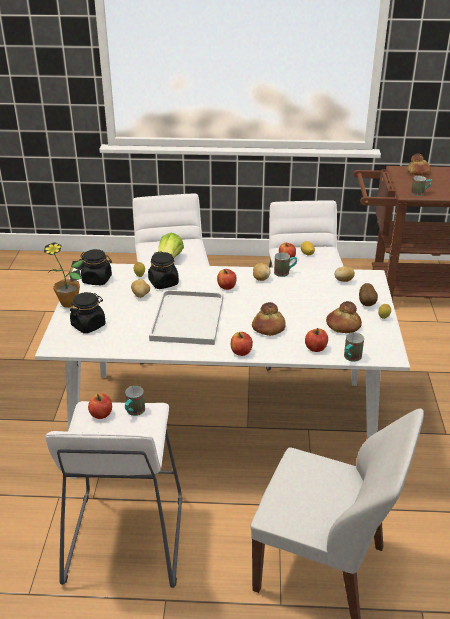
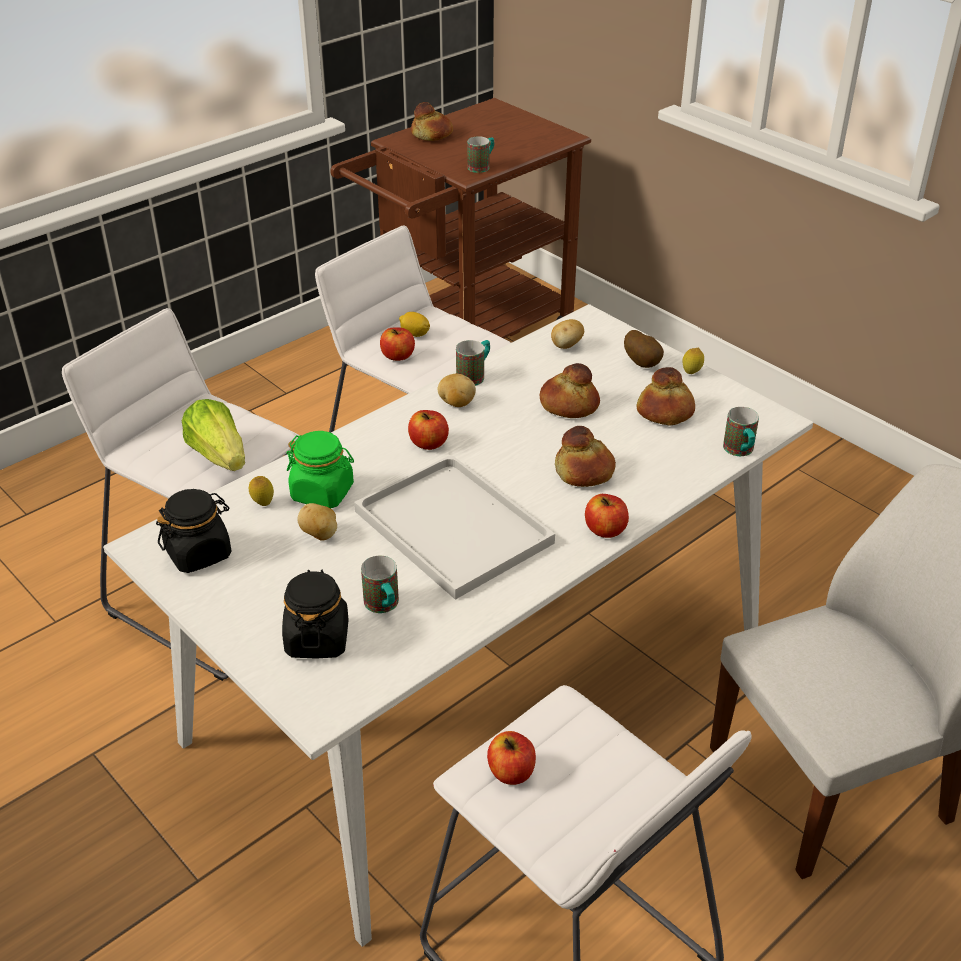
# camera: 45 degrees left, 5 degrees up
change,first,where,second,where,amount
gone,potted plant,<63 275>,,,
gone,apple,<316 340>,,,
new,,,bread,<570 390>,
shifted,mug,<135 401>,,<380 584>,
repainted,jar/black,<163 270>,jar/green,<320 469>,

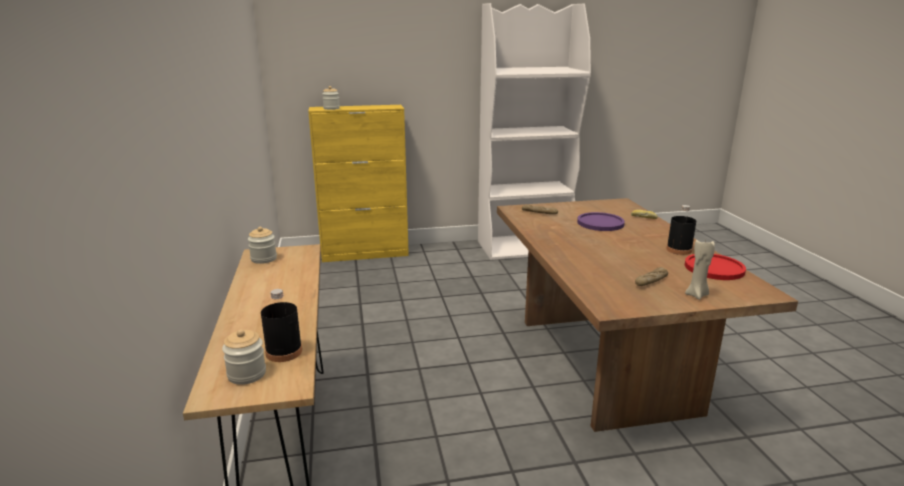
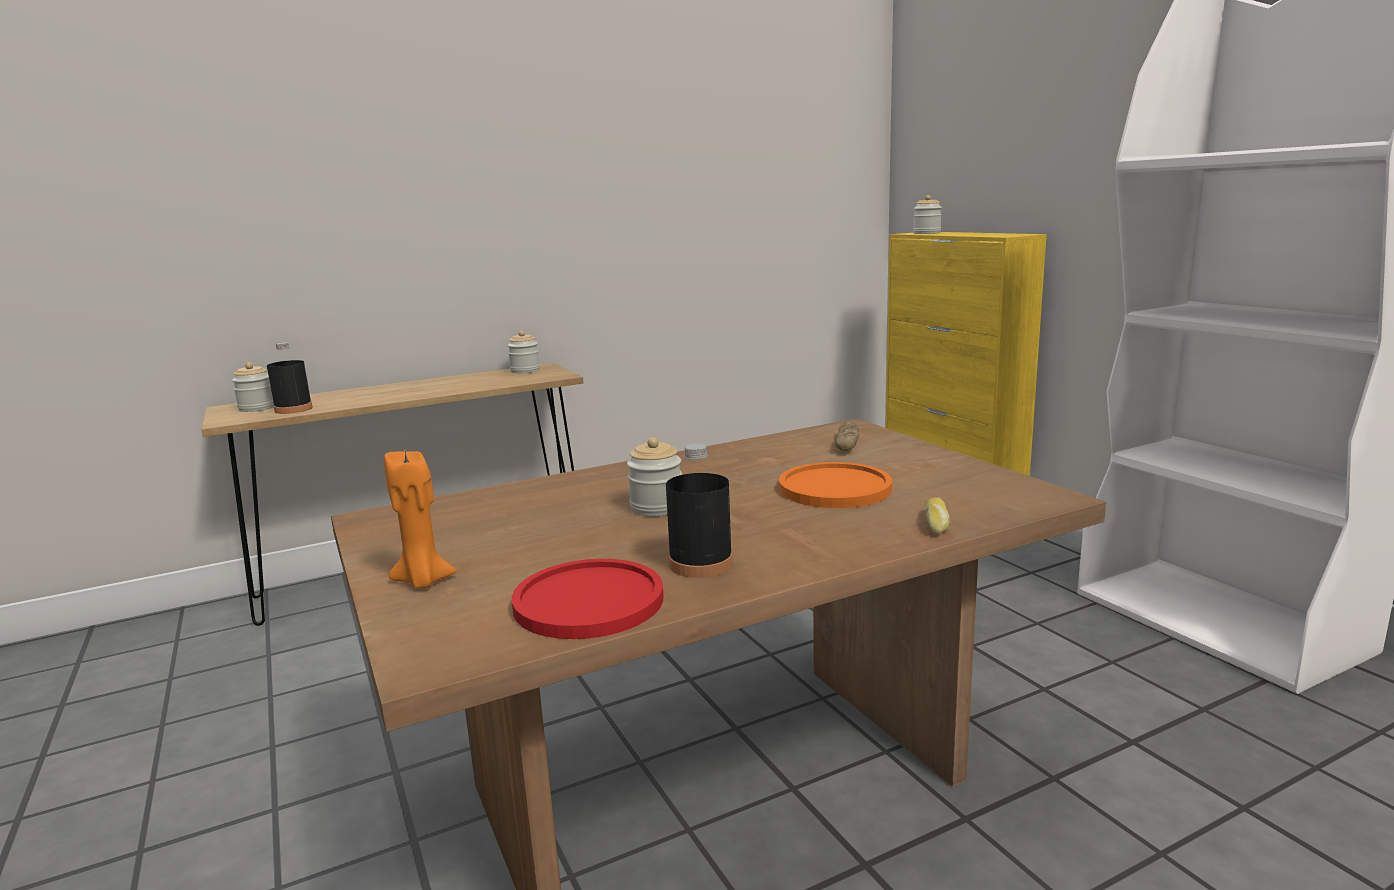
# camera: 75 degrees right, 5 degrees down
change,first,where,second,where,amount
gone,bread,<651 276>,,,
new,,,jar,<654 476>,
repainted,plate/purple,<601 221>,plate/orange,<835 485>,
repainted,candle/beige,<700 270>,candle/orange,<420 519>,

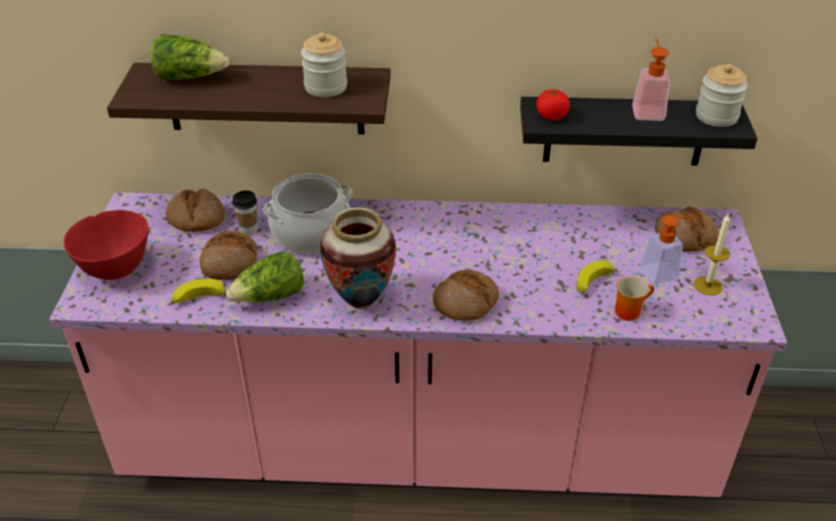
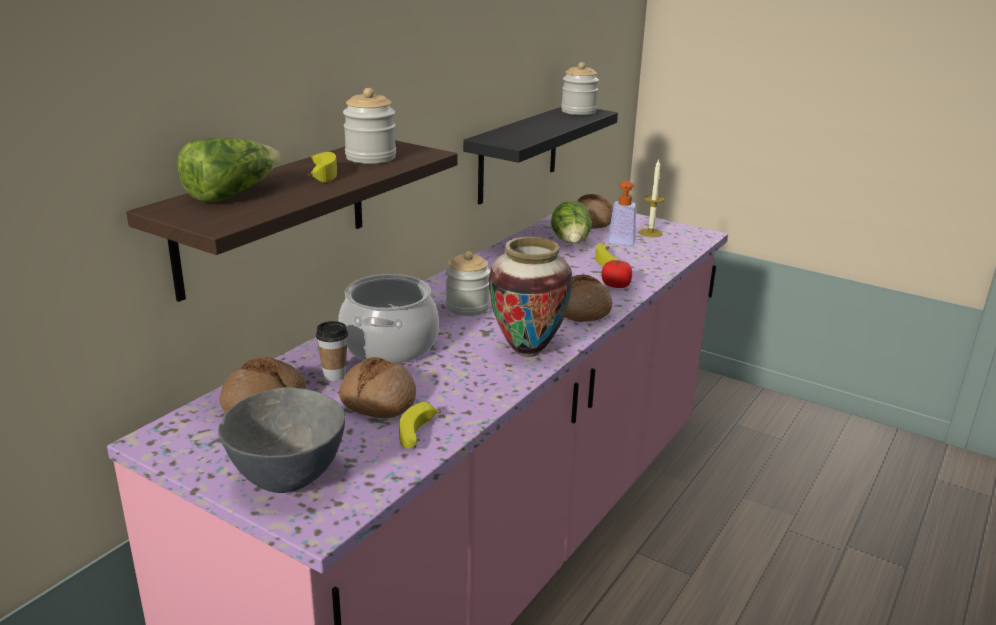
# camera: 60 degrees left, 15 degrees down
change,first,where,second,where,amount
gone,mug,<634 299>,,,
gone,soap dispenser,<651 80>,,,
new,,,banana,<322 167>,
new,,,jar,<468 283>,
shifted,lettuce,<265 277>,,<571 222>,
shifted,tomato,<553 105>,,<617 274>,
repainted,bowl/red,<106 245>,bowl/grey,<281 440>,

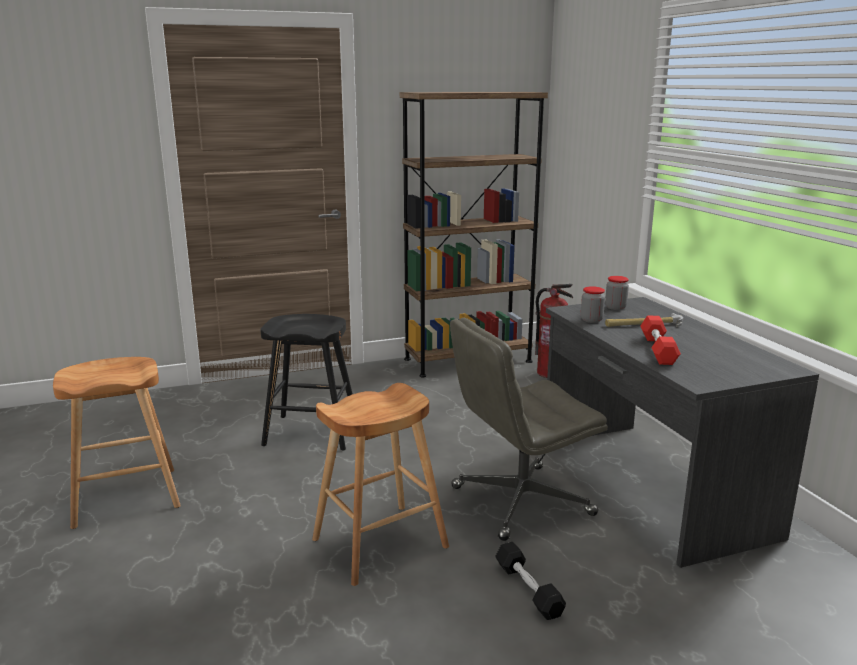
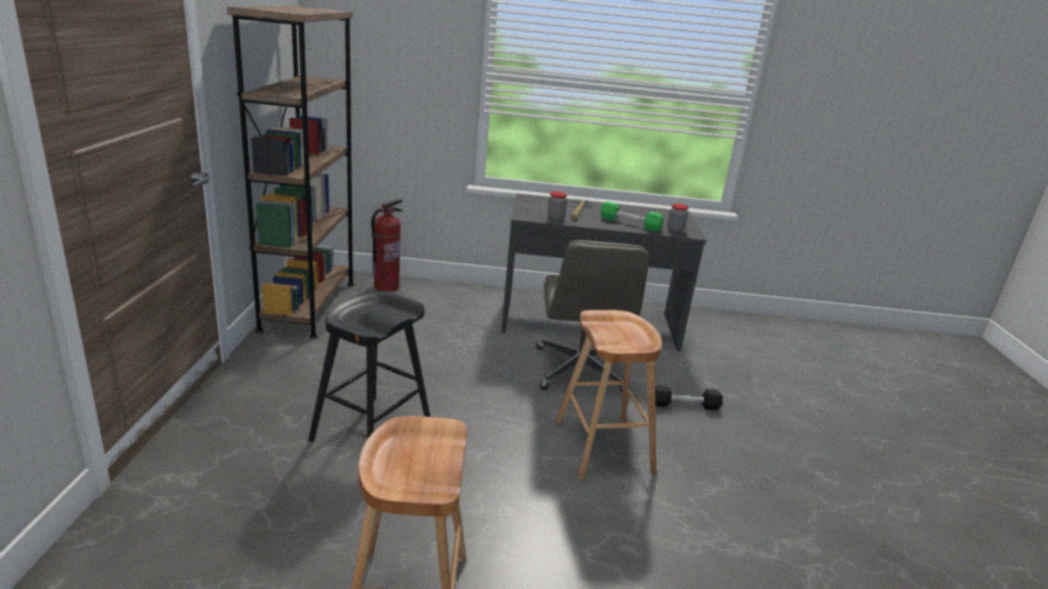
# camera: 70 degrees left, 5 degrees up
change,first,where,second,where,amount
shifted,jar,<617 293>,,<678 218>,
repainted,dumbbell/red,<660 340>,dumbbell/green,<631 216>,

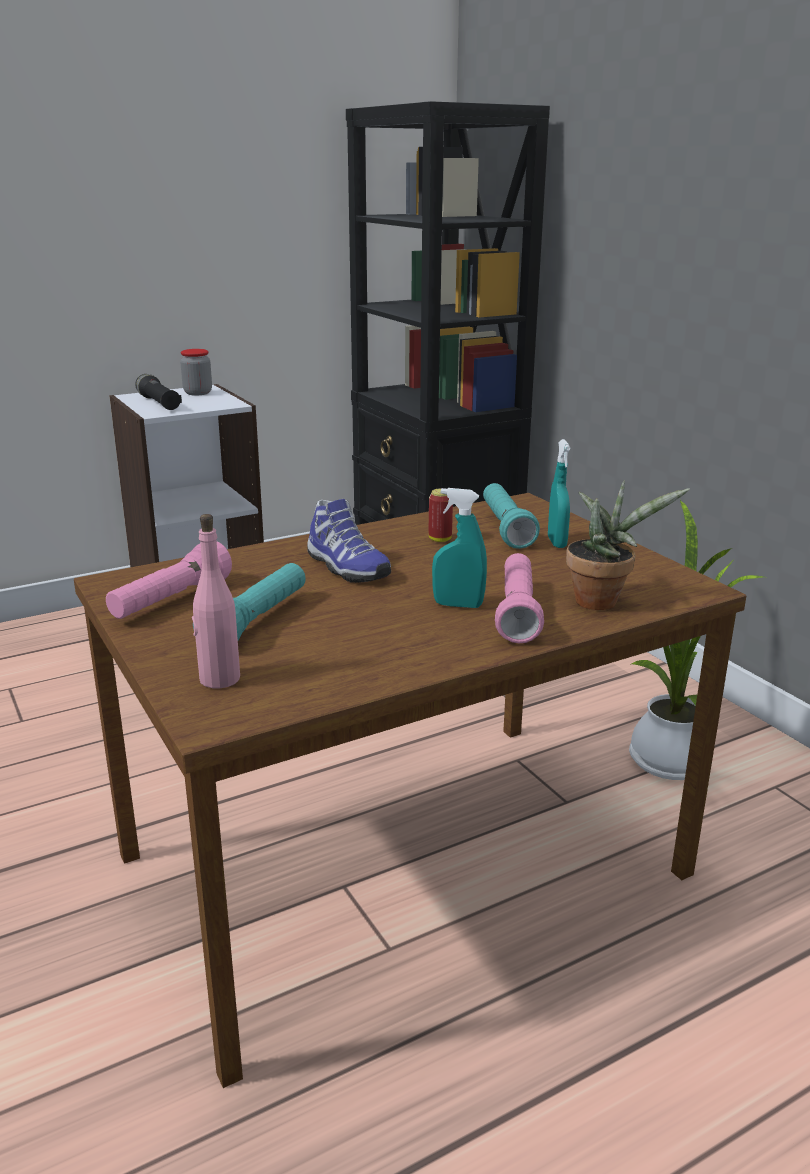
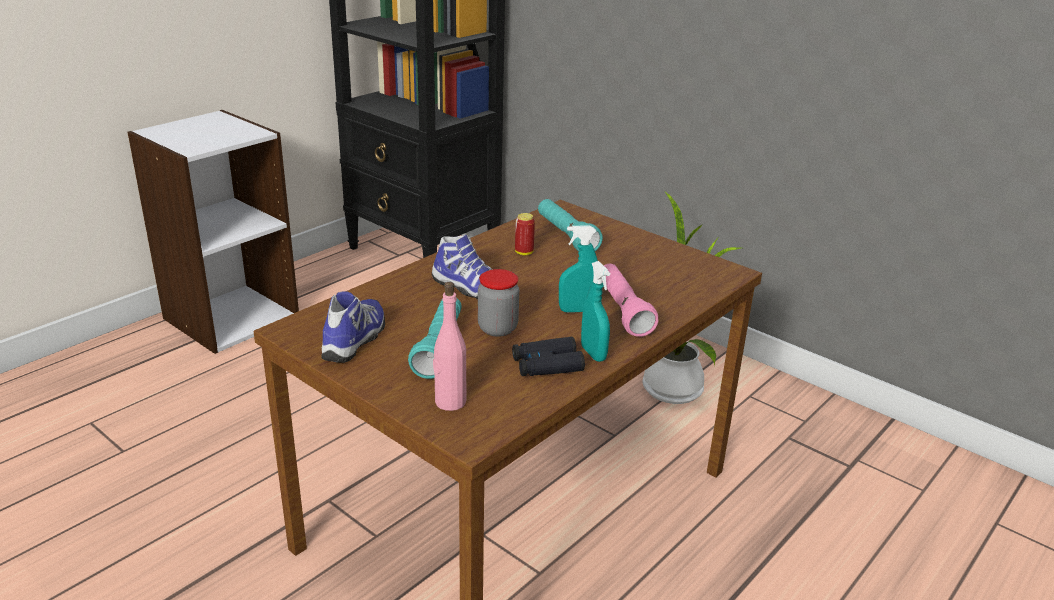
# camera: 20 degrees left, 5 degrees up
change,first,where,second,where,amount
gone,flashlight/black,<158 392>,,,
gone,potted plant,<627 545>,,,
new,,,binoculars/black,<548 356>,
shifted,jar,<196 372>,,<498 303>,
shifted,spray bottle/turquoise,<559 493>,,<595 311>,
swapped,flashlight/pink,<169 580>,shoe,<353 327>,

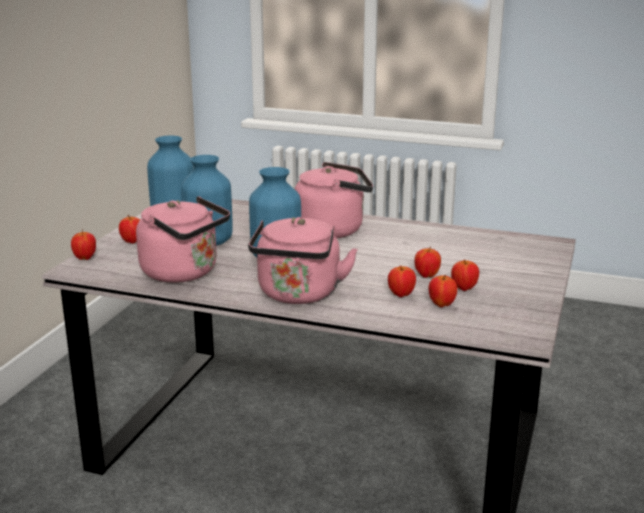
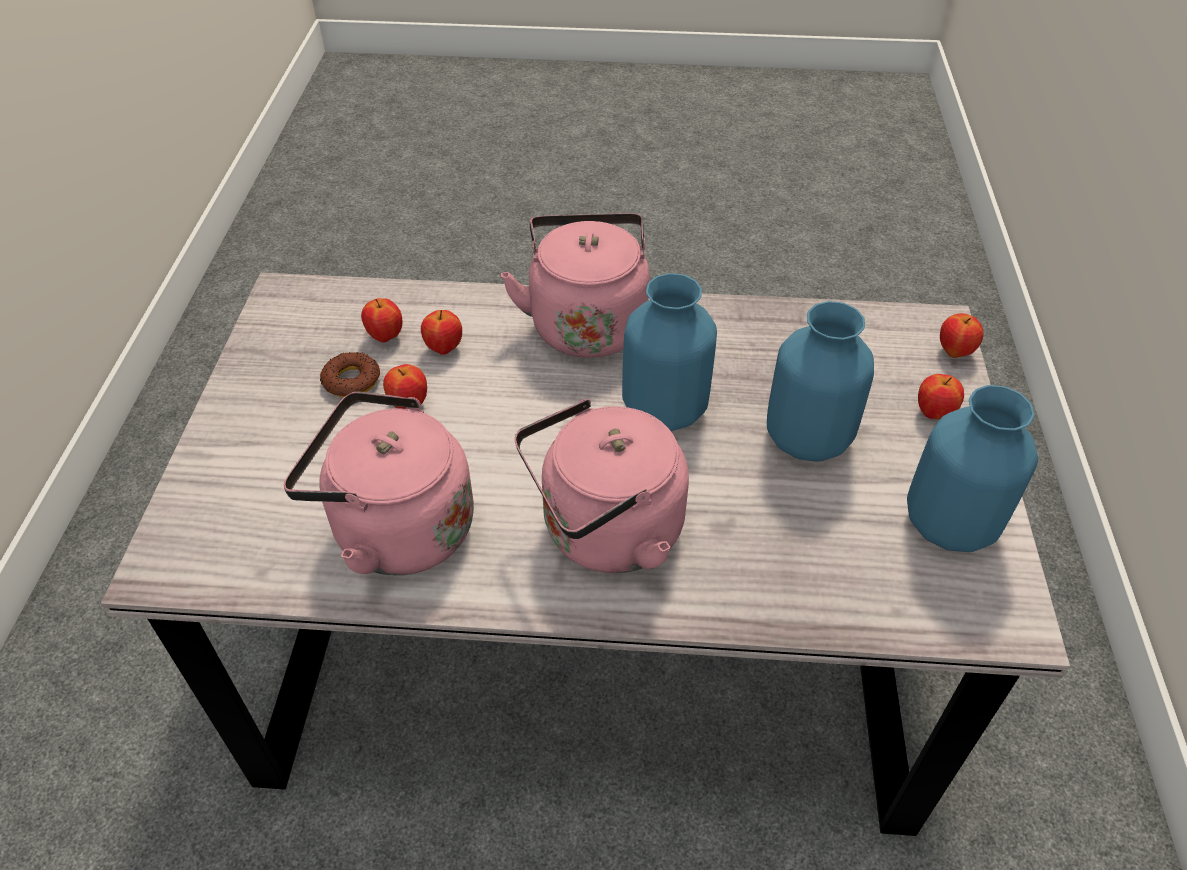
# camera: 165 degrees right, 25 degrees up
change,first,where,second,where,amount
shifted,kettle/pink,<183 239>,,<379 483>,
swapped,apple,<465 275>,donut,<350 374>,

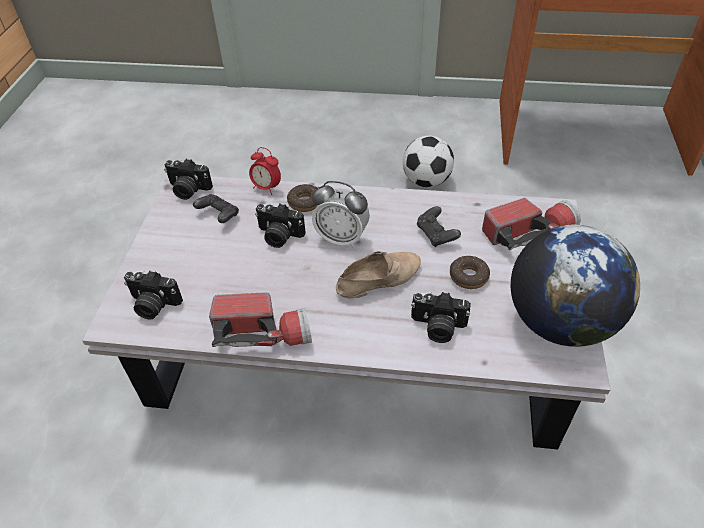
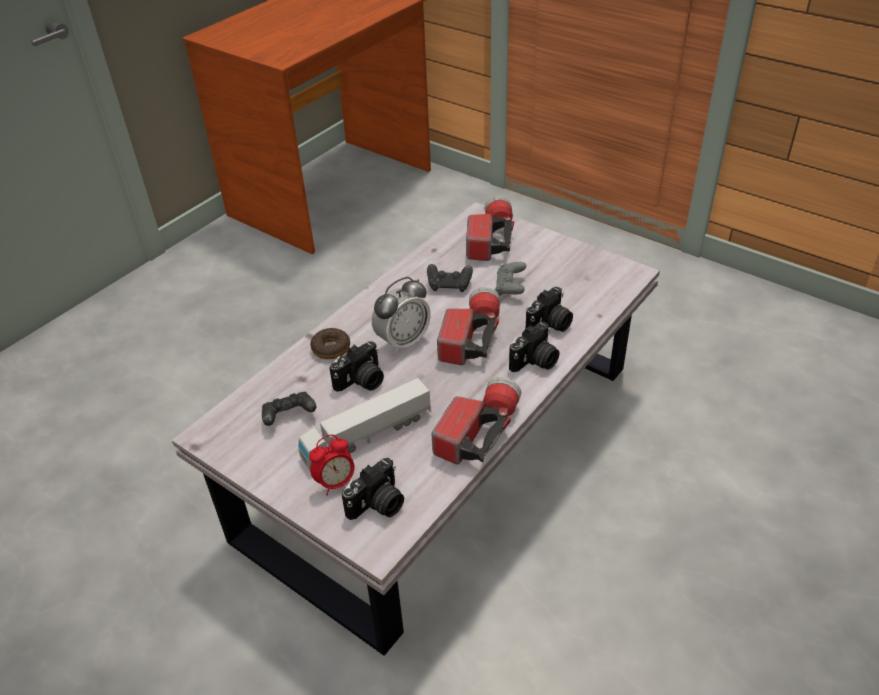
# camera: 60 degrees left, 5 degrees down
change,first,where,second,where,amount
gone,football,<428 161>,,,
gone,globe,<575 285>,,,
new,,,toy truck,<365 424>,
shifted,photo camera,<188 179>,,<534 347>,
shifted,alarm clock,<265 171>,,<332 465>,
swapped,shoe/beige,<378 275>,flashlight,<468 326>,
swapped,donut,<470 272>,game controller/grey,<510 279>,

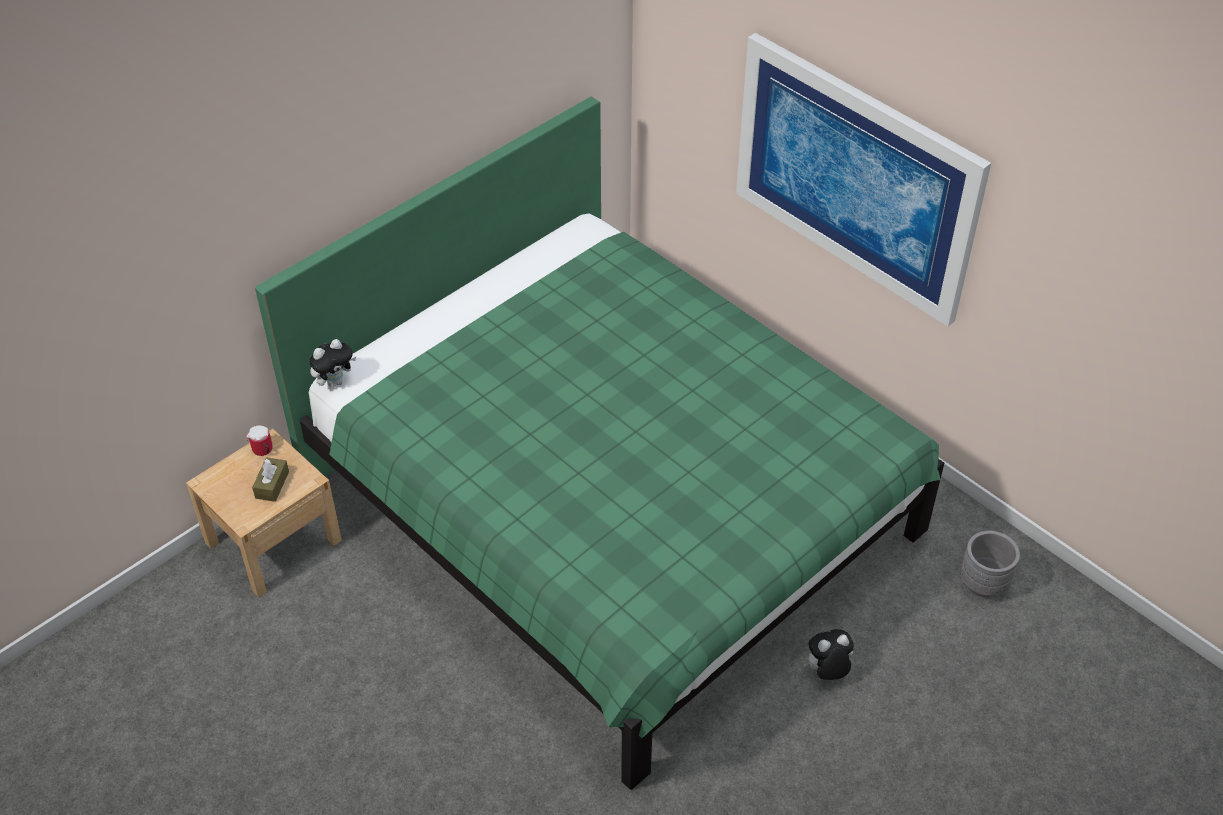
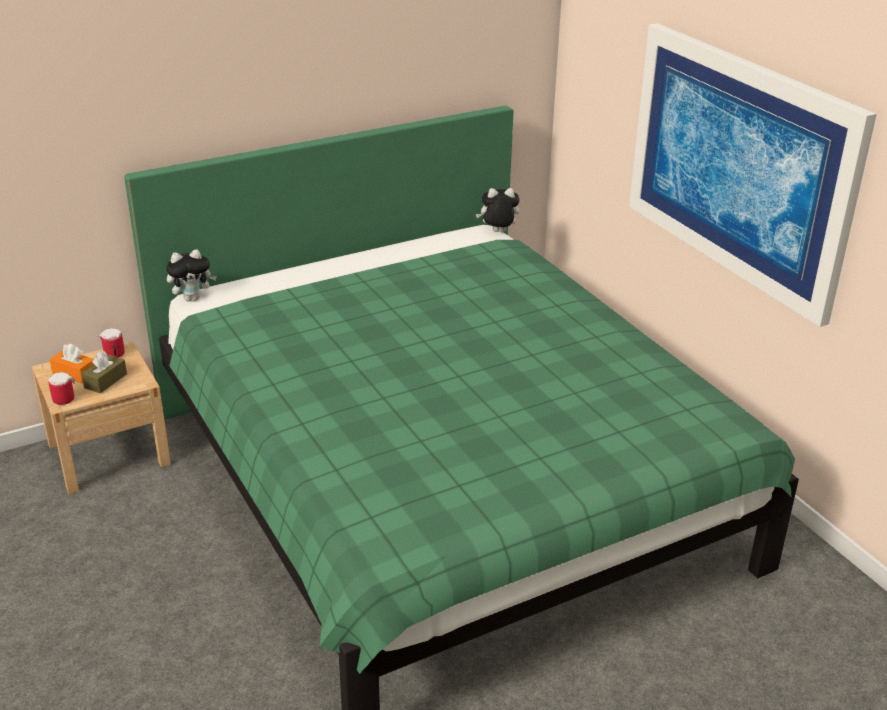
# camera: 15 degrees right, 15 degrees down
change,first,where,second,where,amount
gone,planter/grey,<990 564>,,,
new,,,mug,<61 388>,
new,,,tissue box/orange,<71 364>,
shifted,plush toy,<828 654>,,<498 210>,

